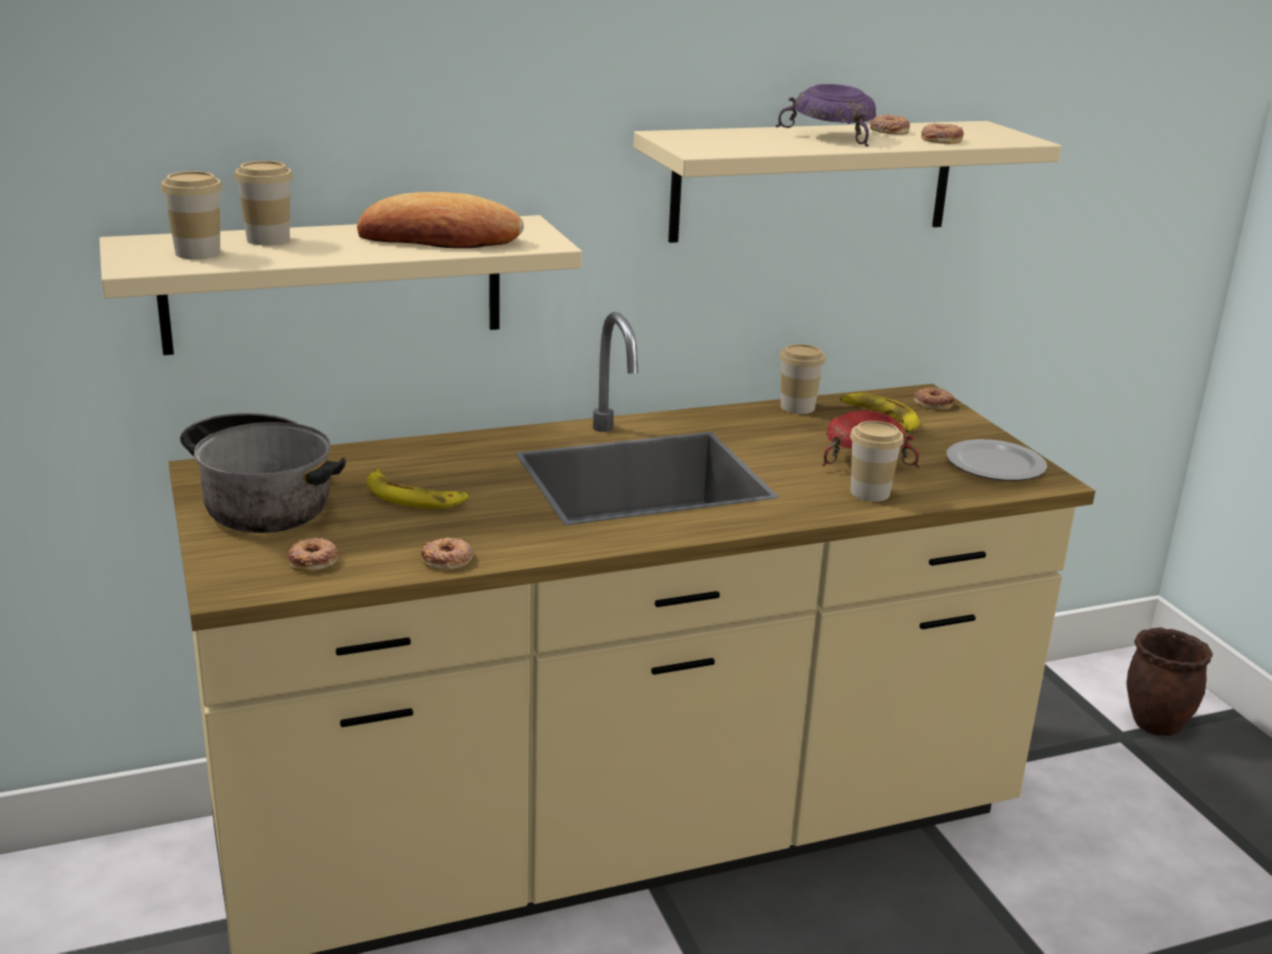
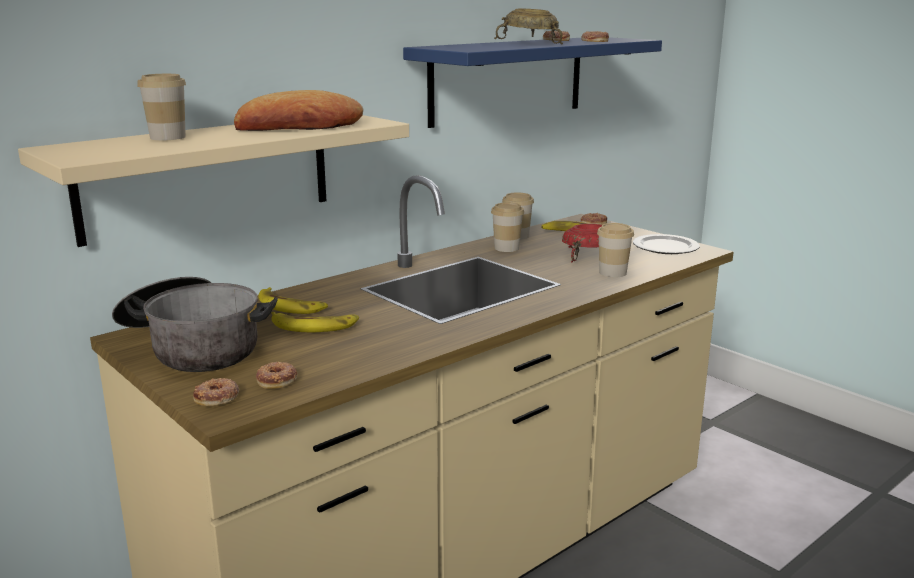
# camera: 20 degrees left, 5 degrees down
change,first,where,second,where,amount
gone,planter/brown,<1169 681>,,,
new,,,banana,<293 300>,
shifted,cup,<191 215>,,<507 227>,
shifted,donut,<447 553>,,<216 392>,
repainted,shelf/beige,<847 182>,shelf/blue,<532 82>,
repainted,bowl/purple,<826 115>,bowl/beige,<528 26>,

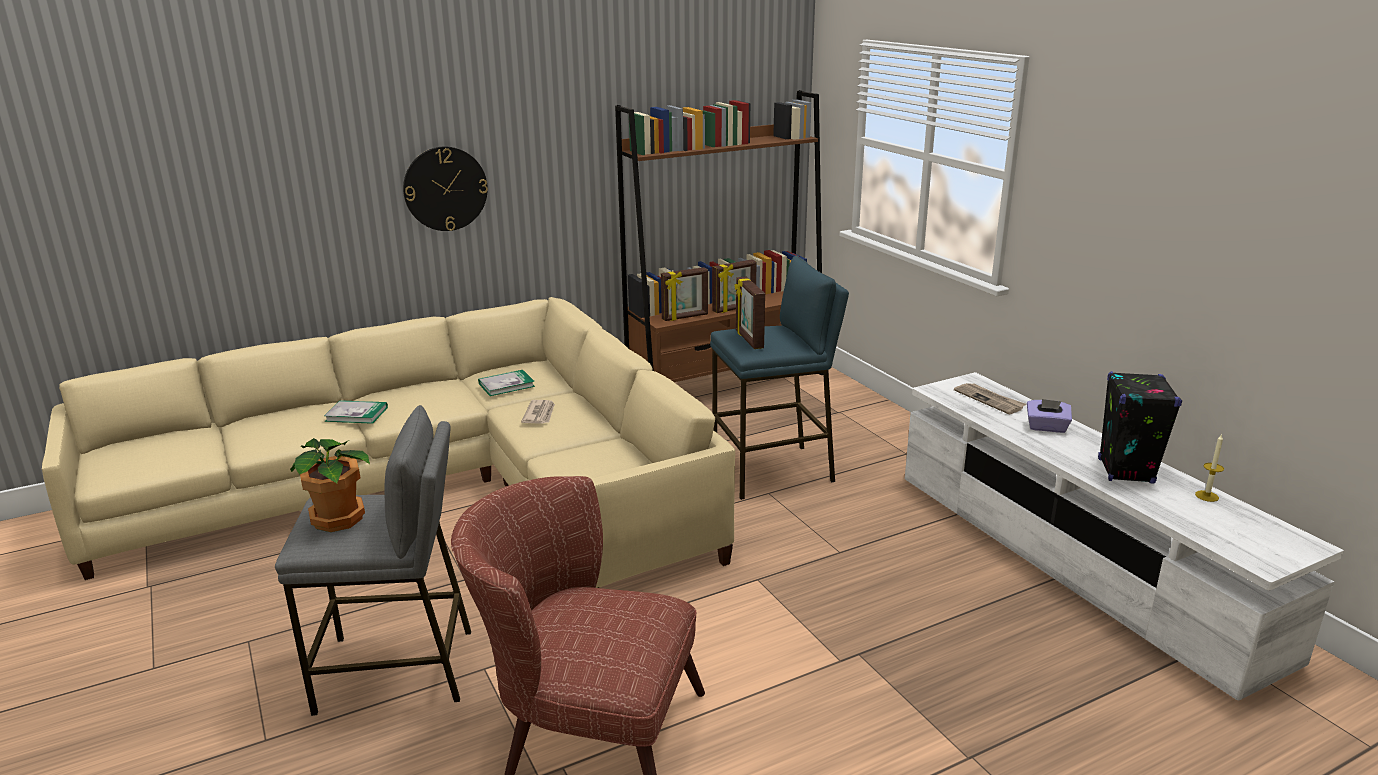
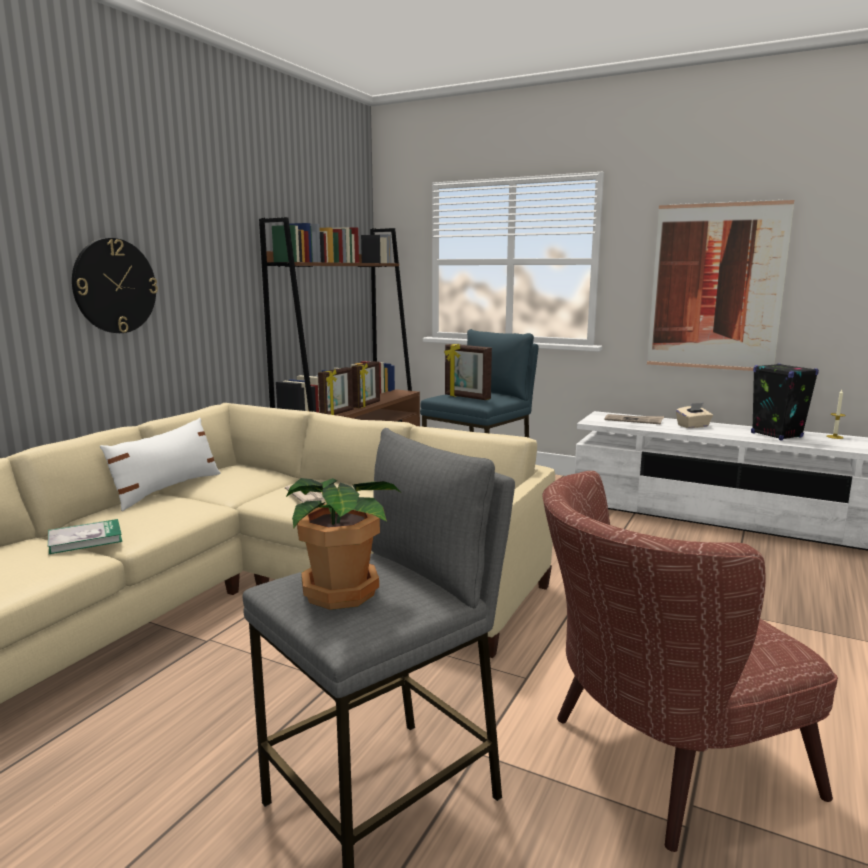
# camera: 35 degrees left, 10 degrees down
change,first,where,second,where,amount
gone,book,<506 383>,,,
new,,,pillow/white,<160 464>,
new,,,picture,<720 285>,
repainted,tissue box/purple,<1049 416>,tissue box/beige,<694 415>,

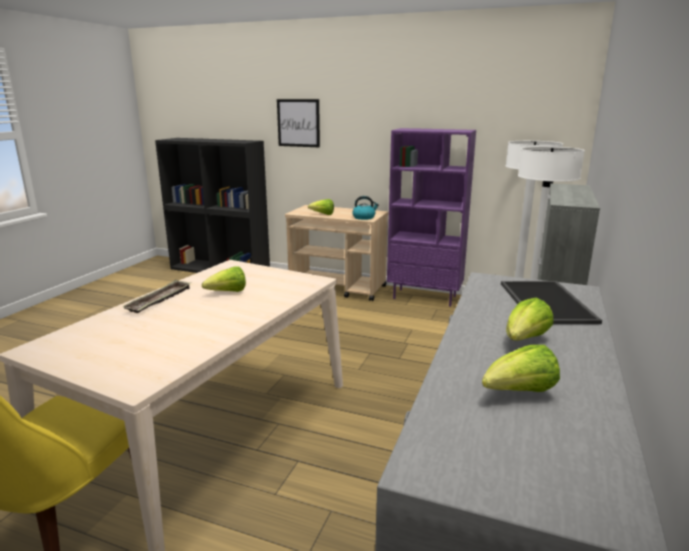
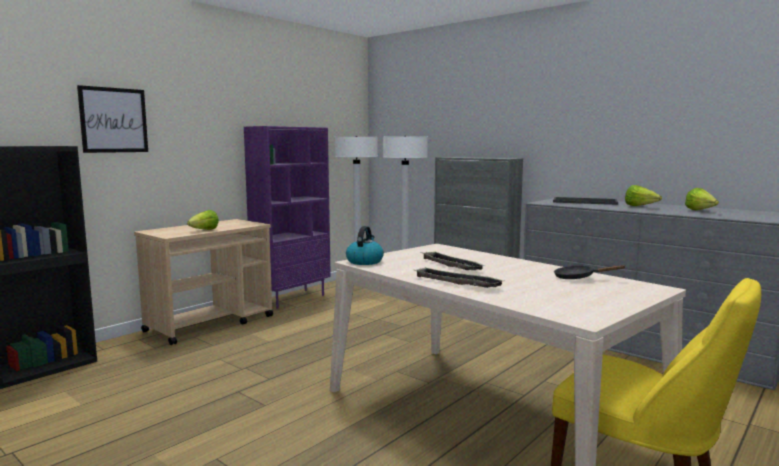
# camera: 70 degrees left, 10 degrees down
change,first,where,second,where,amount
new,,,frying pan/black,<589 272>,
shifted,kettle,<365 208>,,<365 245>,
swapped,lettuce,<224 279>,tray,<453 260>,

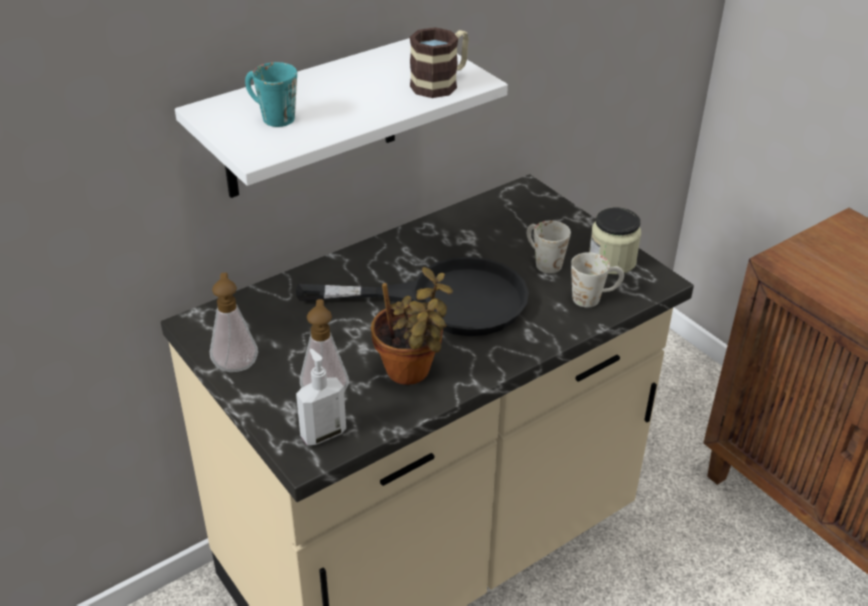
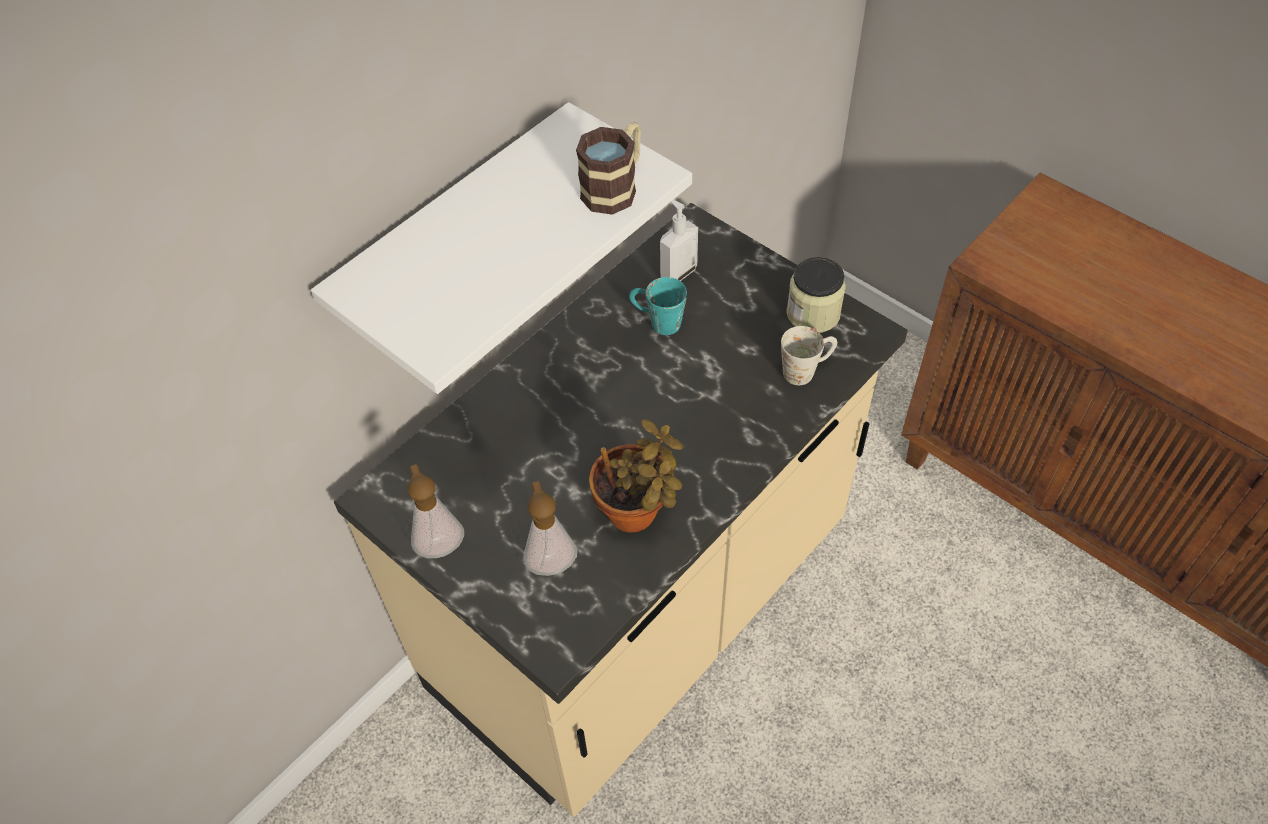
# camera: 10 degrees left, 15 degrees up
change,first,where,second,where,amount
gone,frying pan/black,<412 296>,,,
gone,mug/white,<549 246>,,,
shifted,mug/turquoise,<271 94>,,<658 306>,
shifted,soap dispenser,<321 397>,,<679 240>,

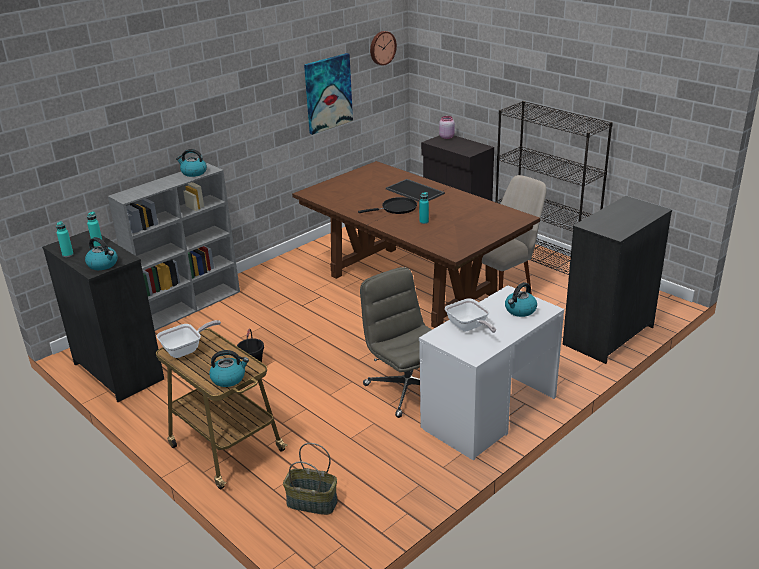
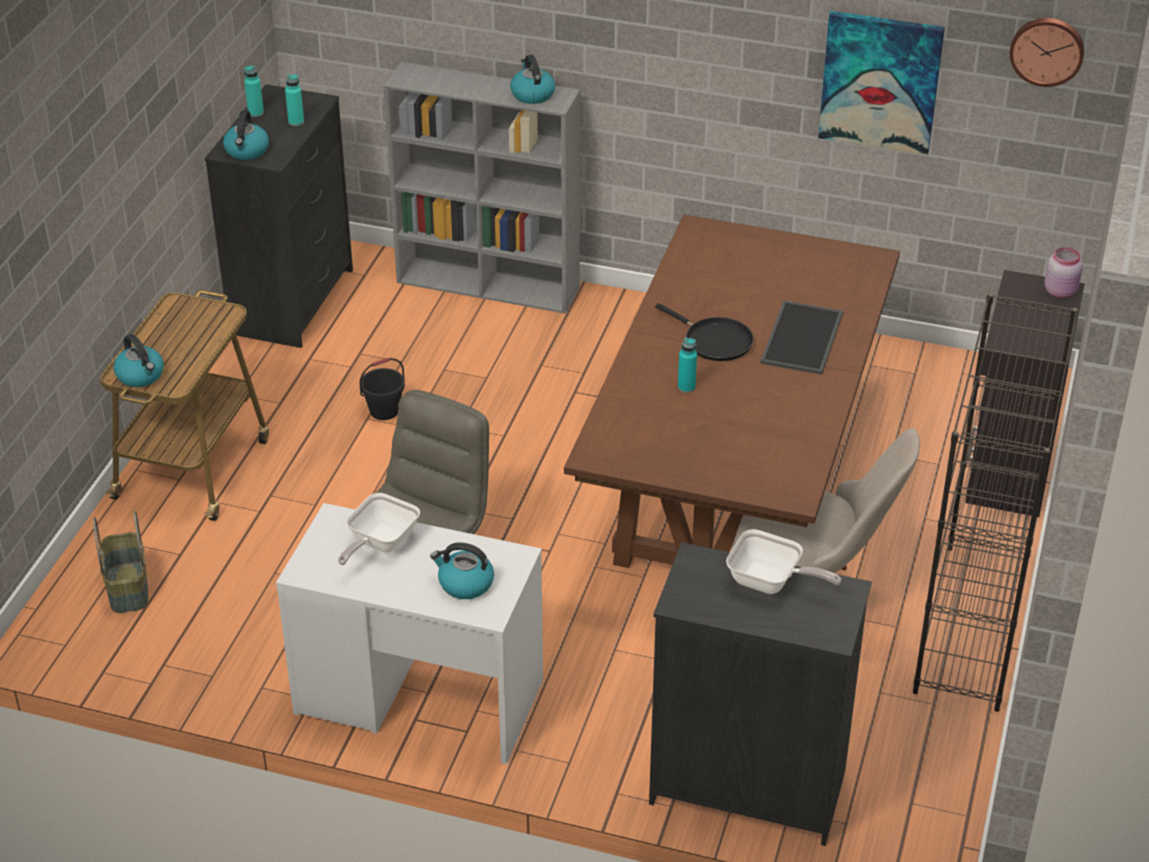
# camera: 60 degrees right, 10 degrees up
change,first,where,second,where,amount
shifted,frying pan,<188 339>,,<784 561>,

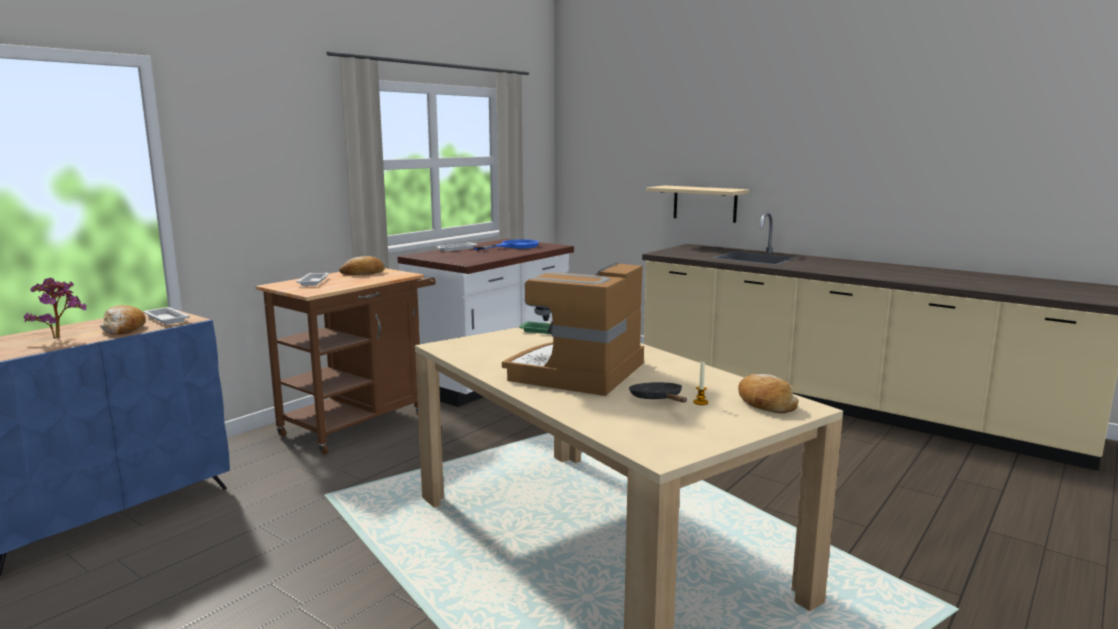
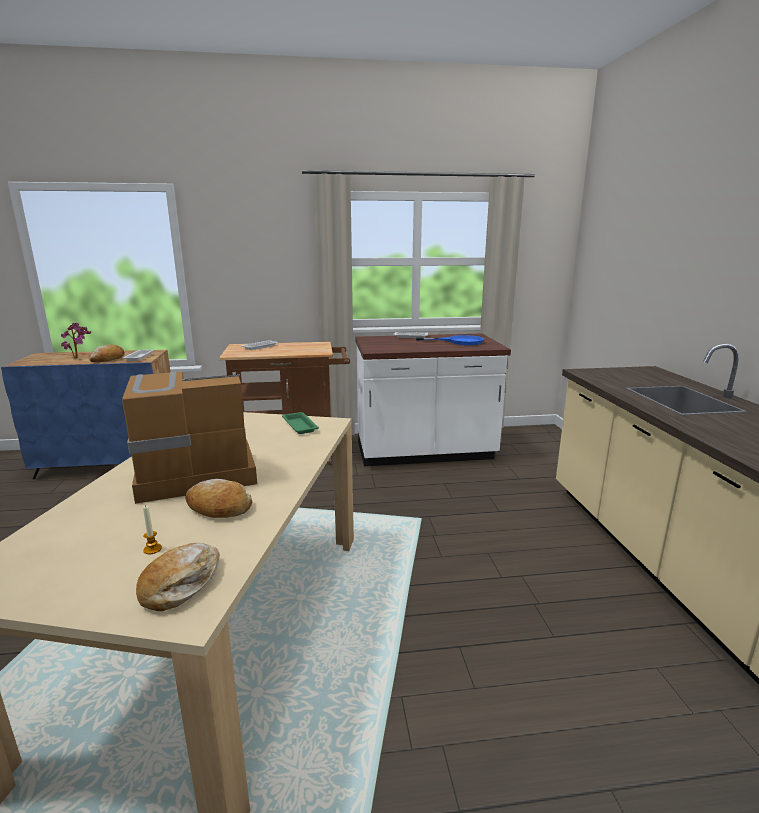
# camera: 45 degrees right, 5 degrees up
change,first,where,second,where,amount
gone,frying pan/black,<658 392>,,,
gone,shelf/beige,<698 204>,,,
shifted,bread,<362 265>,,<218 498>,

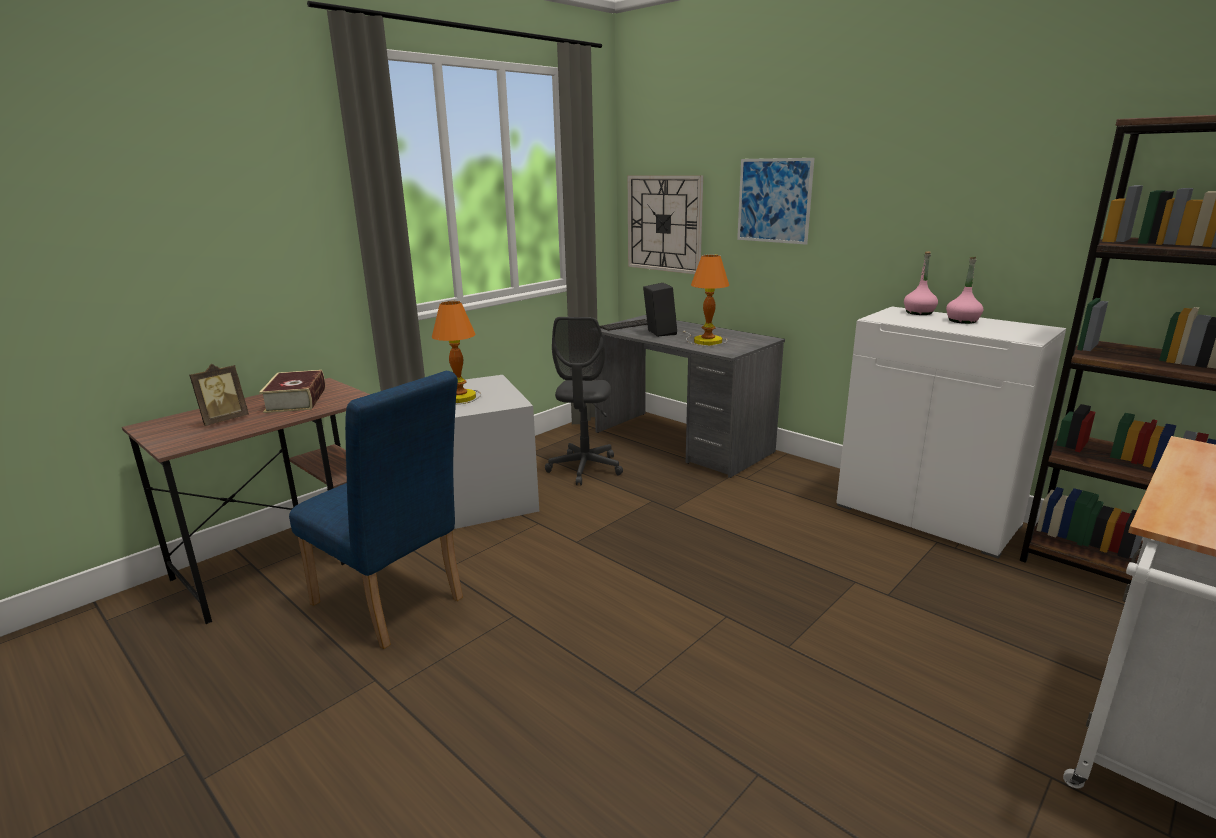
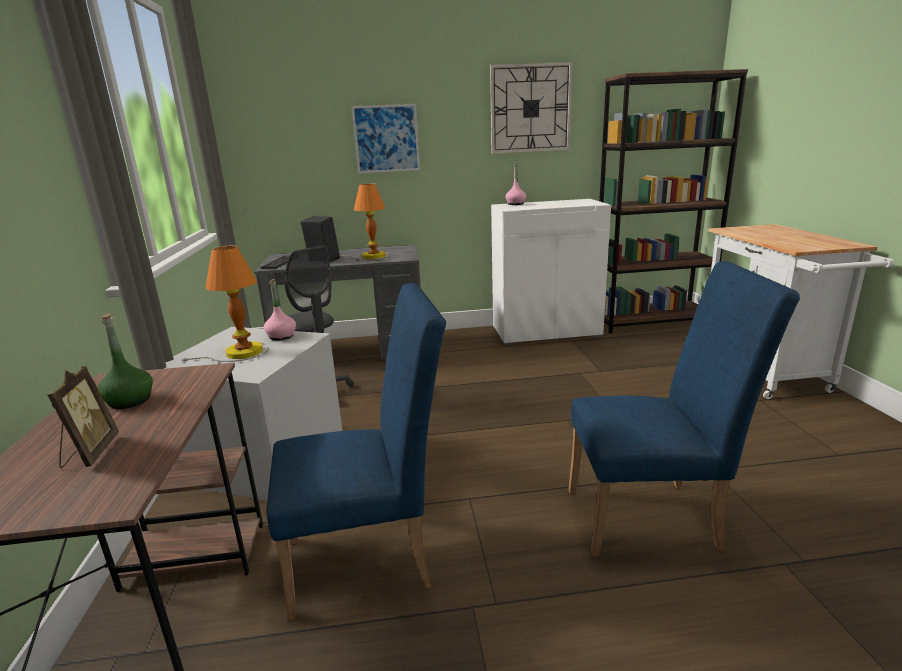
# camera: 50 degrees left, 0 degrees up
change,first,where,second,where,amount
new,,,chair/blue,<684 409>,
shifted,wall clock,<665 224>,,<531 108>,
shifted,bottle/pink,<964 290>,,<280 310>,
swapped,book,<292 391>,bottle/green,<125 361>,

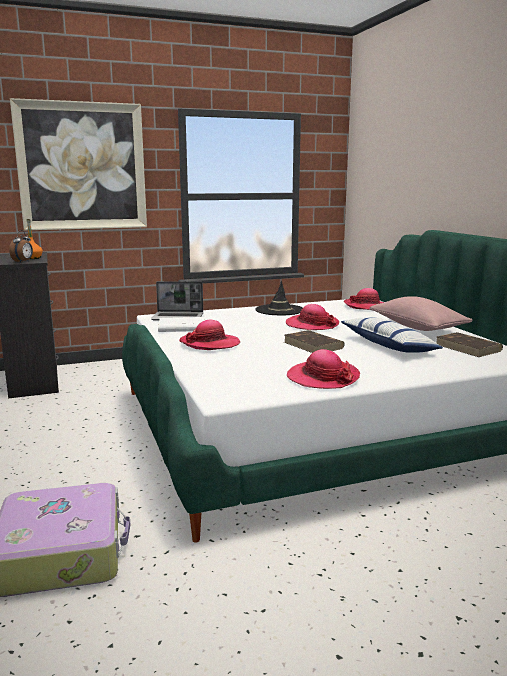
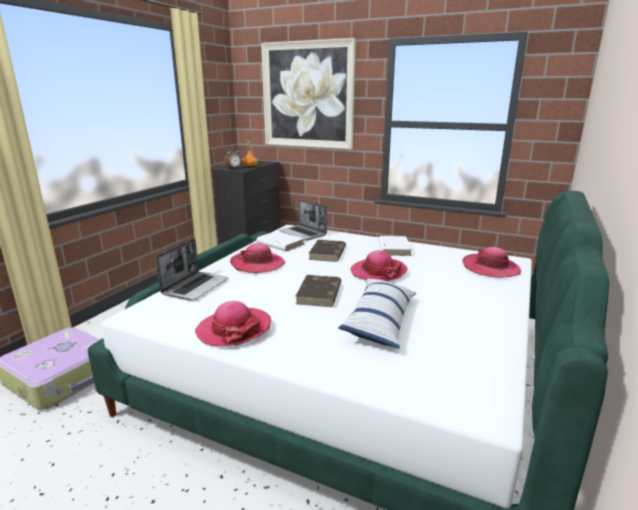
# camera: 45 degrees right, 5 degrees up
change,first,where,second,where,amount
gone,pillow/pink,<421 313>,,,
new,,,laptop,<192 270>,
shifted,book/brown,<470 344>,,<327 251>,
swapped,hat/black,<279 298>,book/white,<395 246>,

